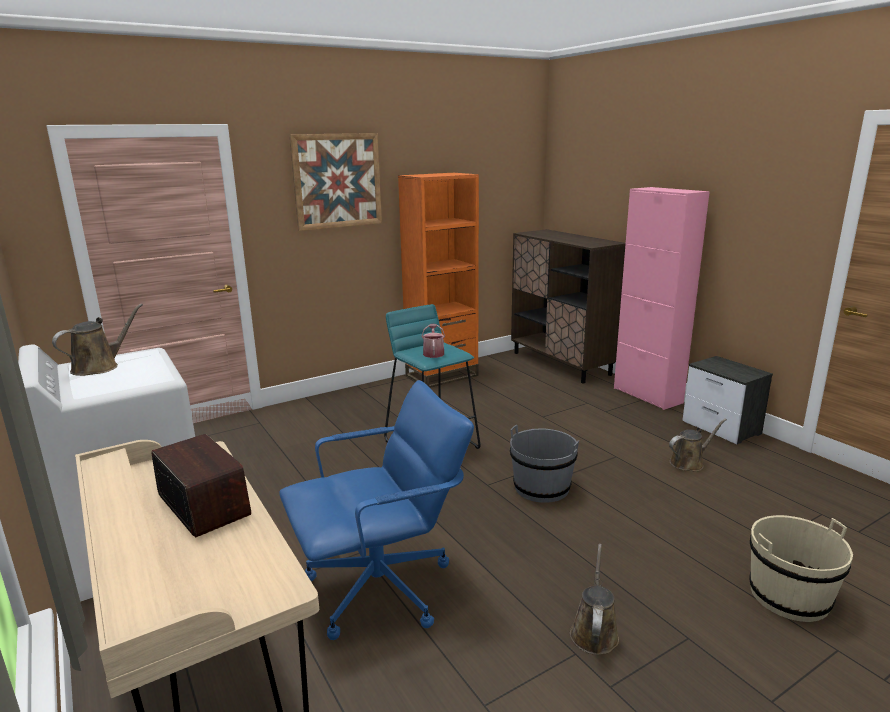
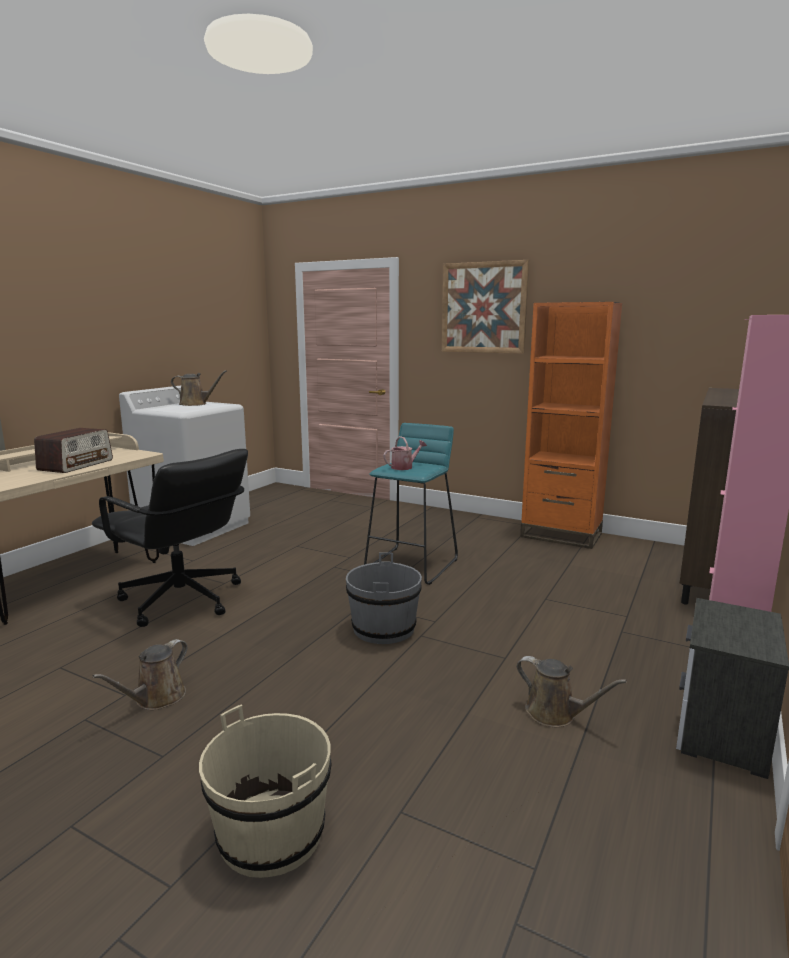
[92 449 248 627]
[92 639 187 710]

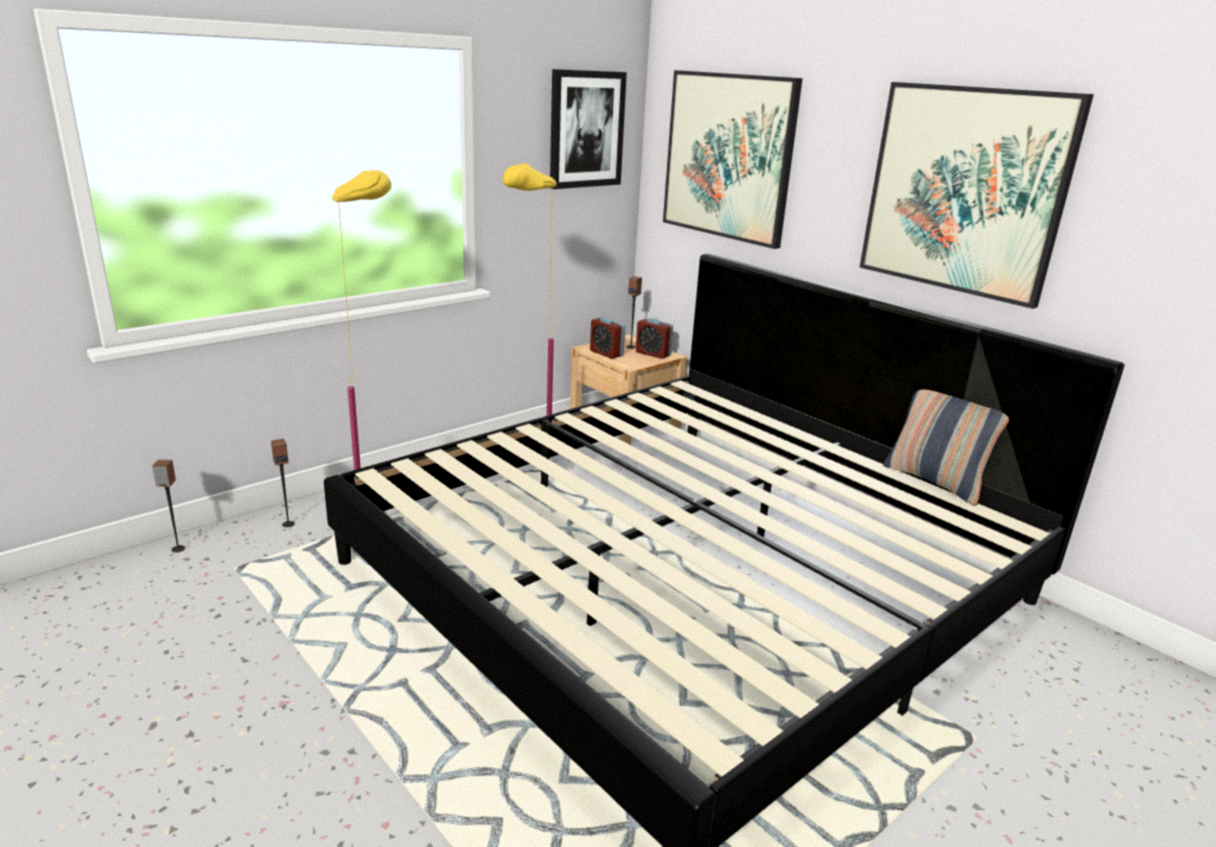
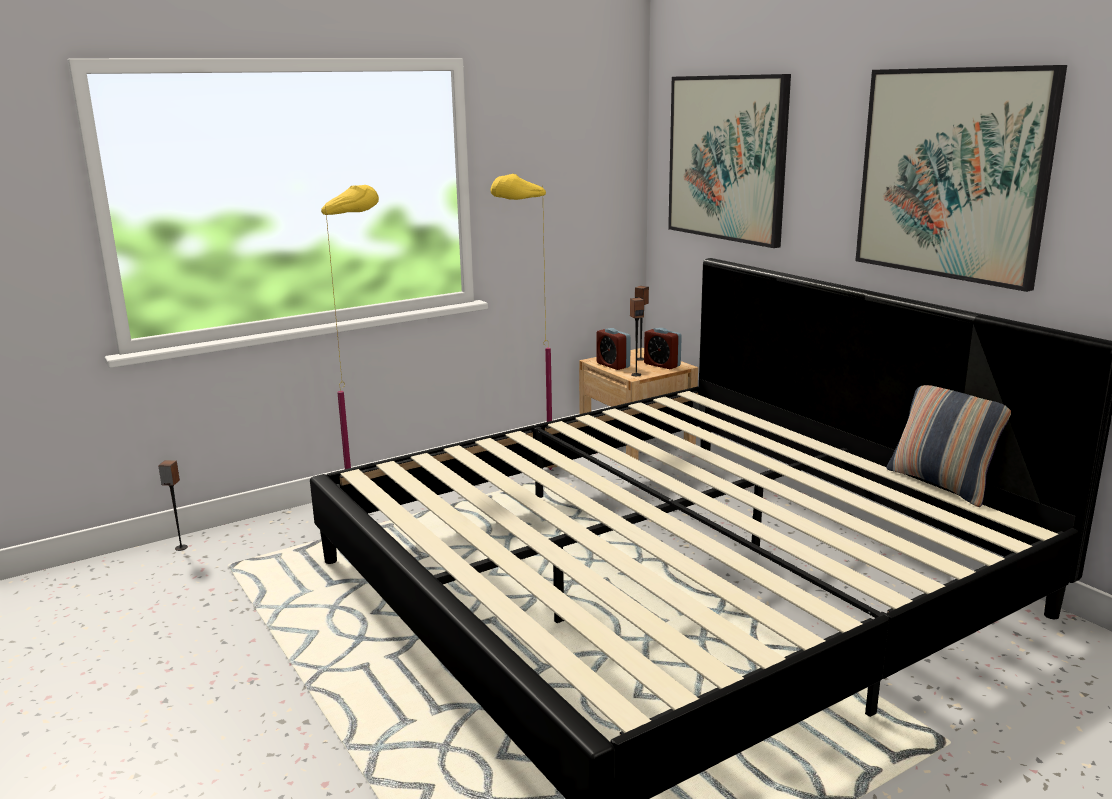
[630 298 644 376]
[550 69 627 189] (first image)

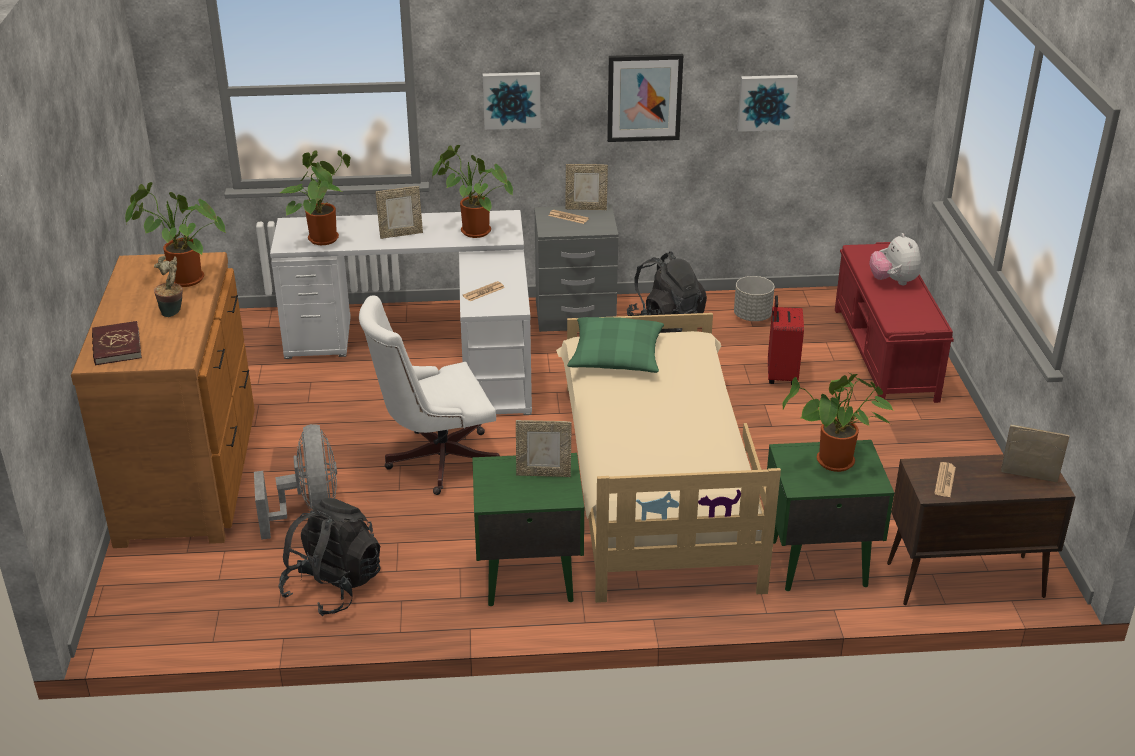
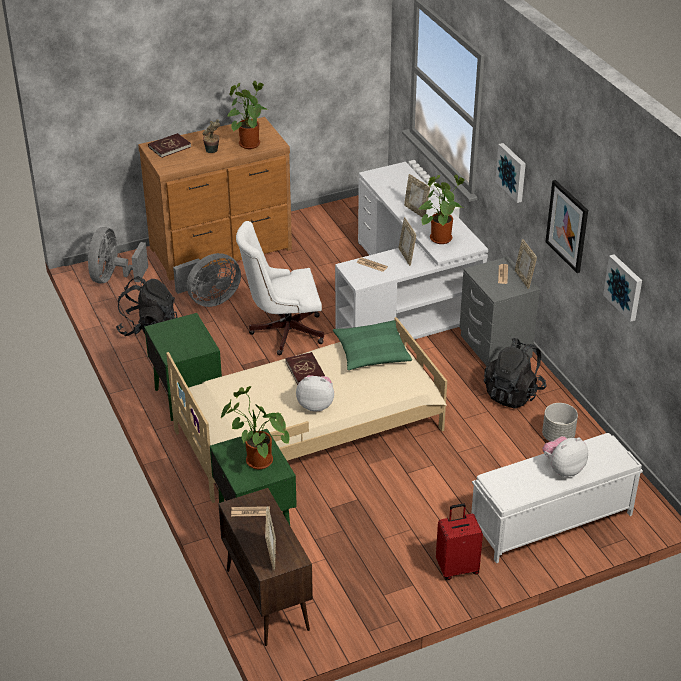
[280 150 351 245] (first image)
[236 221 324 355]
[399 217 416 266]
[436 504 483 580]
[471 433 643 563]
[88 227 148 283]
[285 352 325 385]
[296 375 334 412]

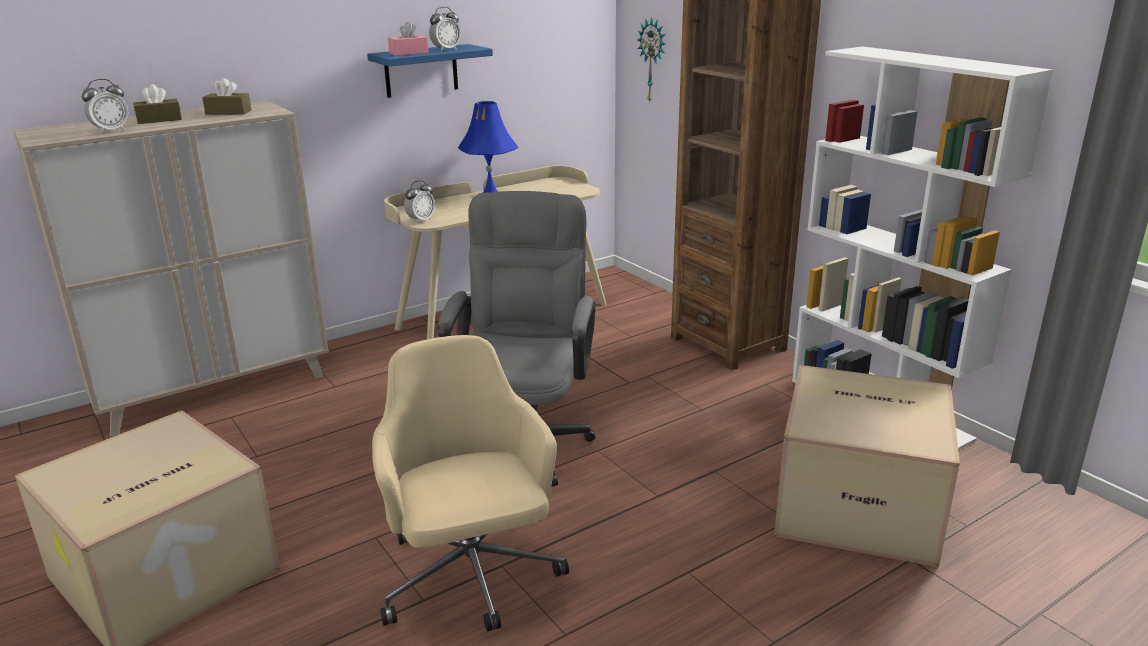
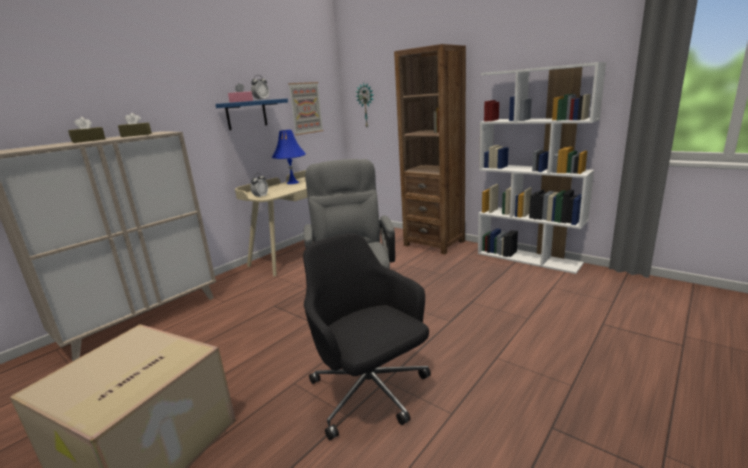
[82 79 129 134] (first image)
[303 233 431 440]
[774 365 960 567] (first image)
[288 82 323 135]

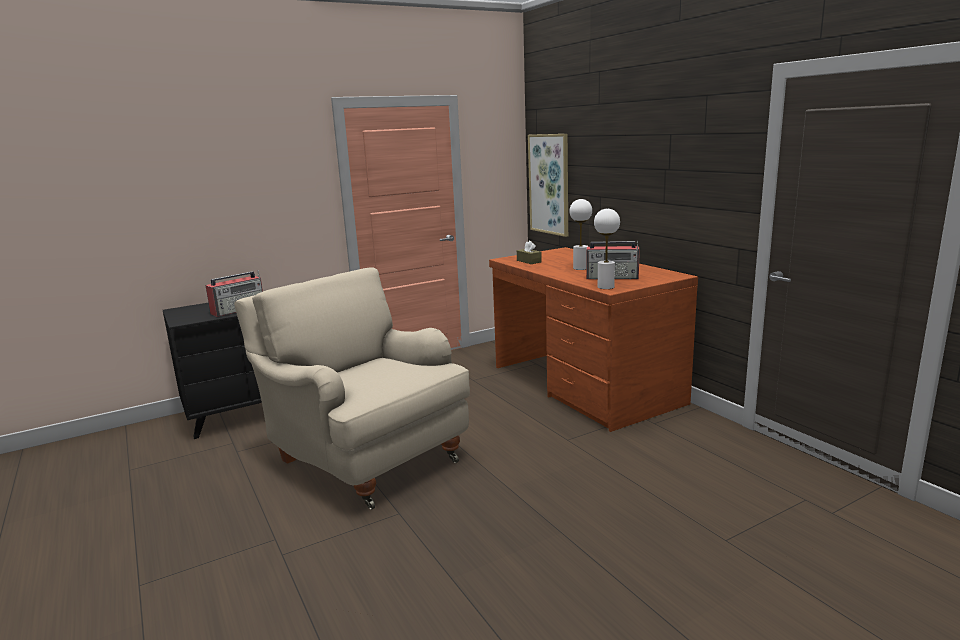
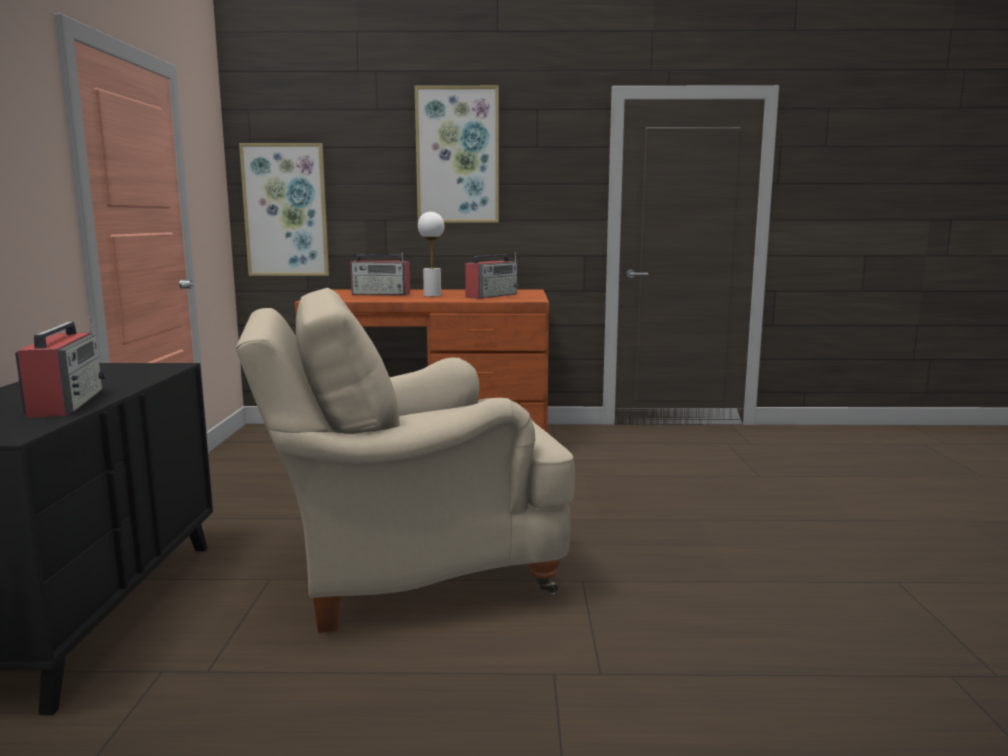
[517 240 542 264] (first image)
[594 209 620 289] (first image)
[350 252 410 296]
[415 85 499 223]

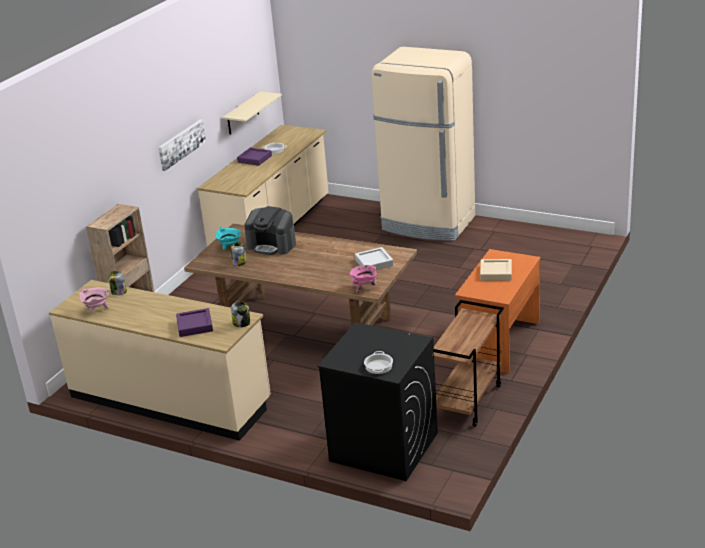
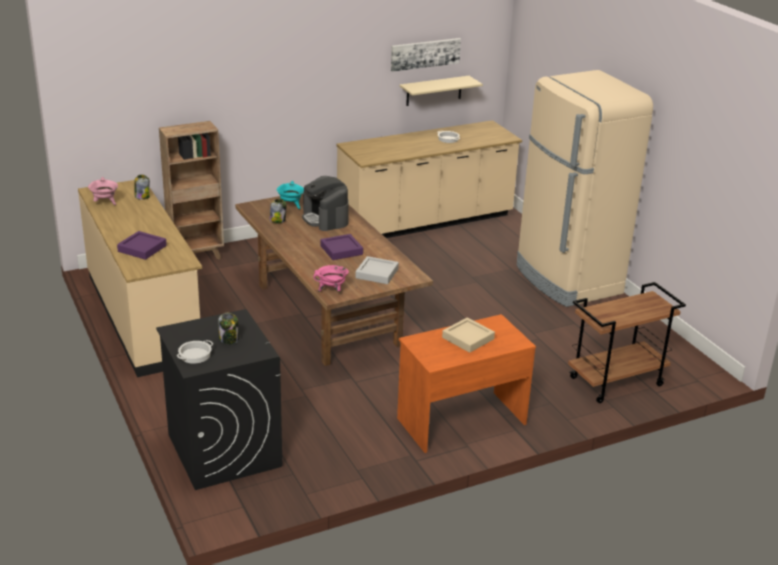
[391 38 461 72]
[218 313 239 344]
[320 234 363 260]
[568 282 686 403]

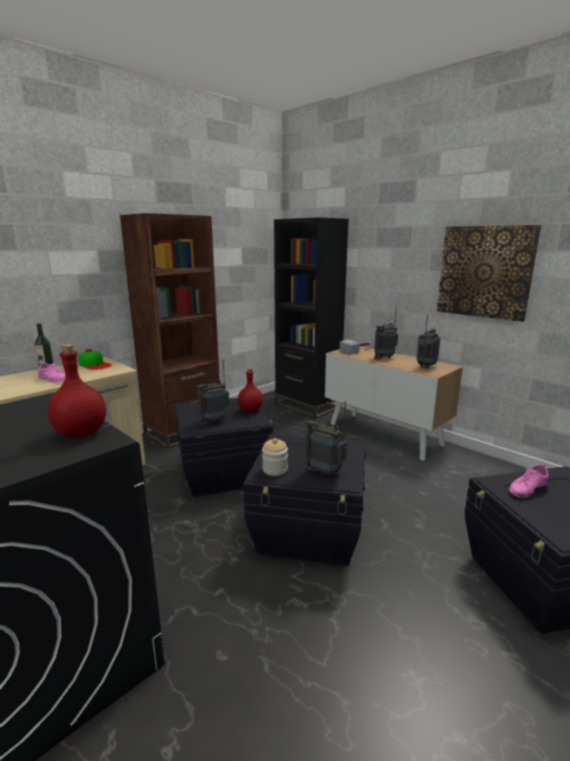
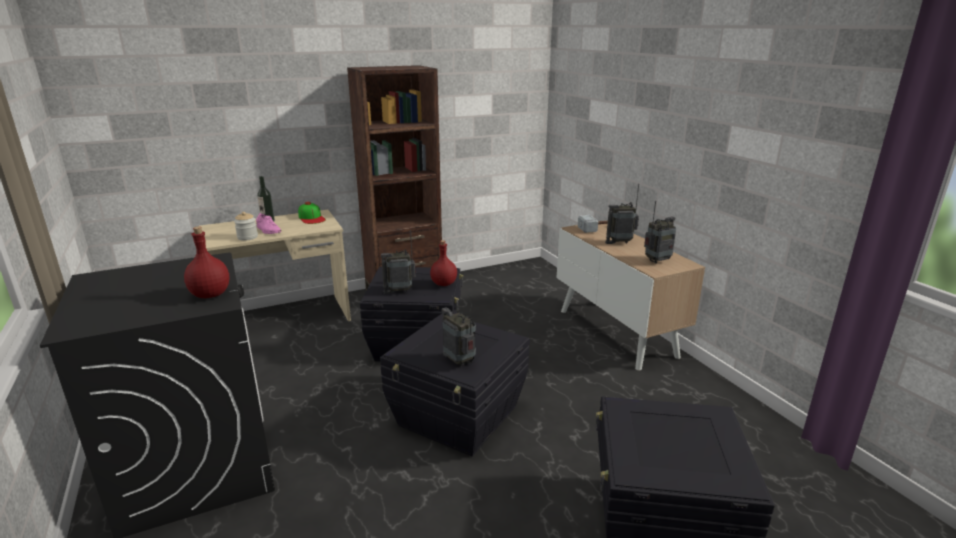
[234 212 258 241]
[274 217 349 419] (first image)
[437 225 541 322] (first image)
[509 464 548 498] (first image)

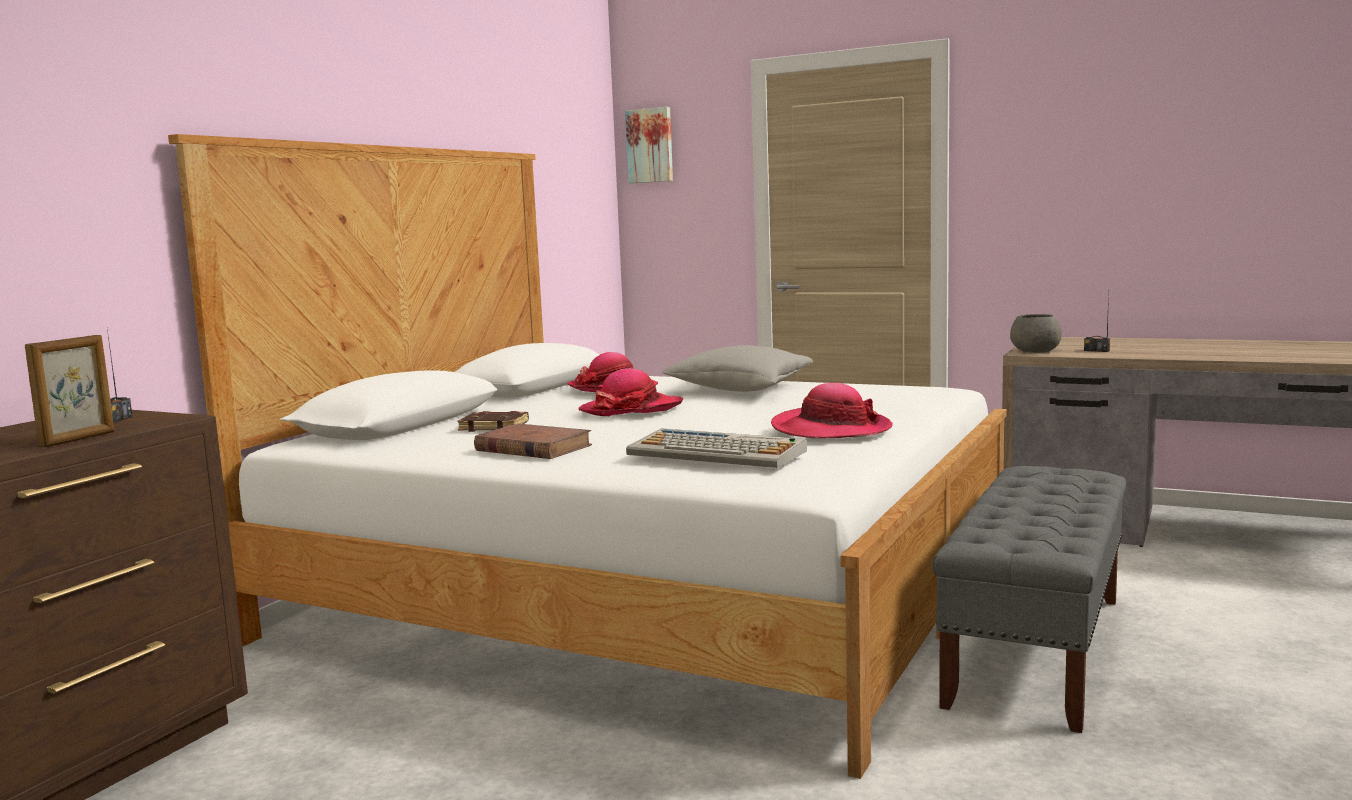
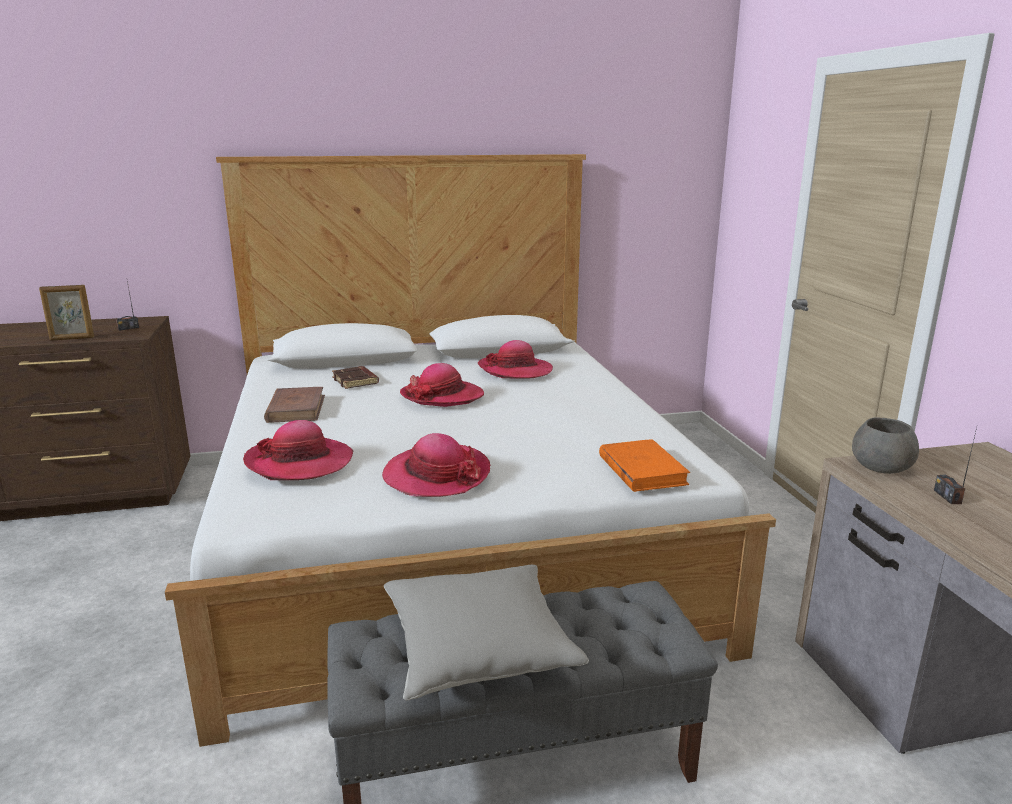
[625 107 673 183] (first image)
[243 420 353 480]
[384 565 589 700]
[599 439 690 492]

